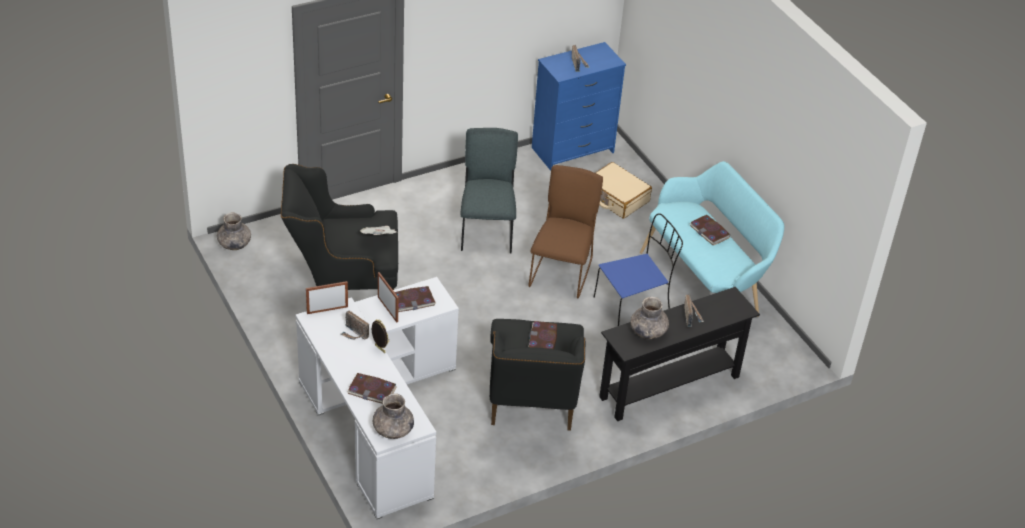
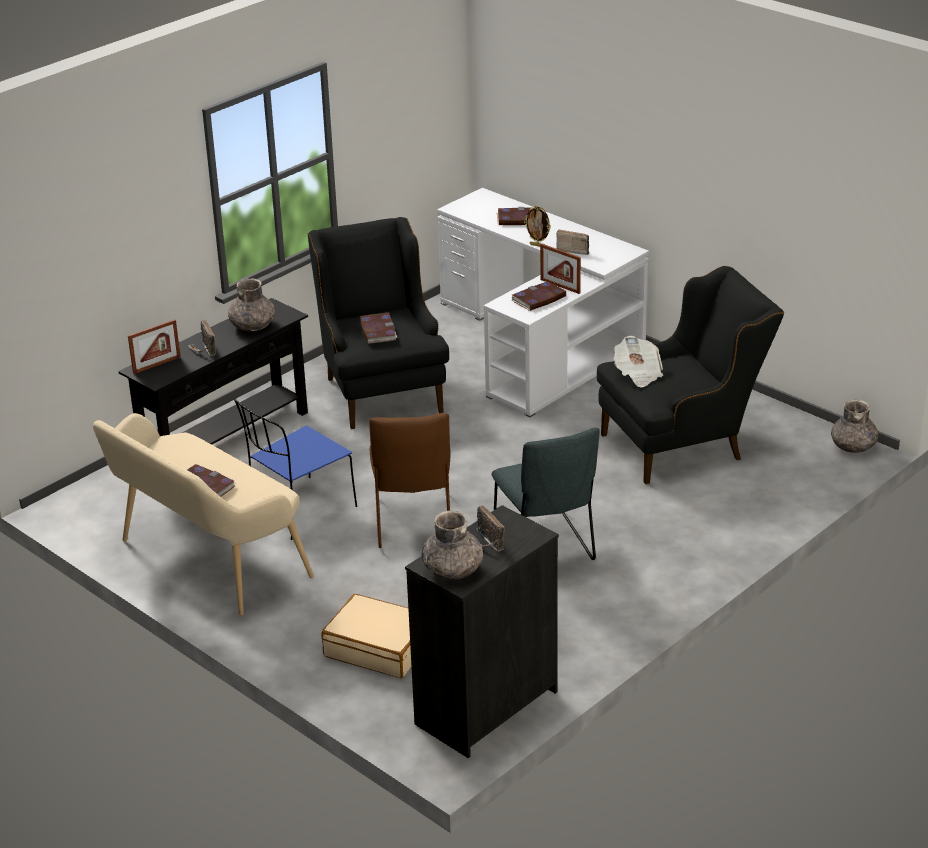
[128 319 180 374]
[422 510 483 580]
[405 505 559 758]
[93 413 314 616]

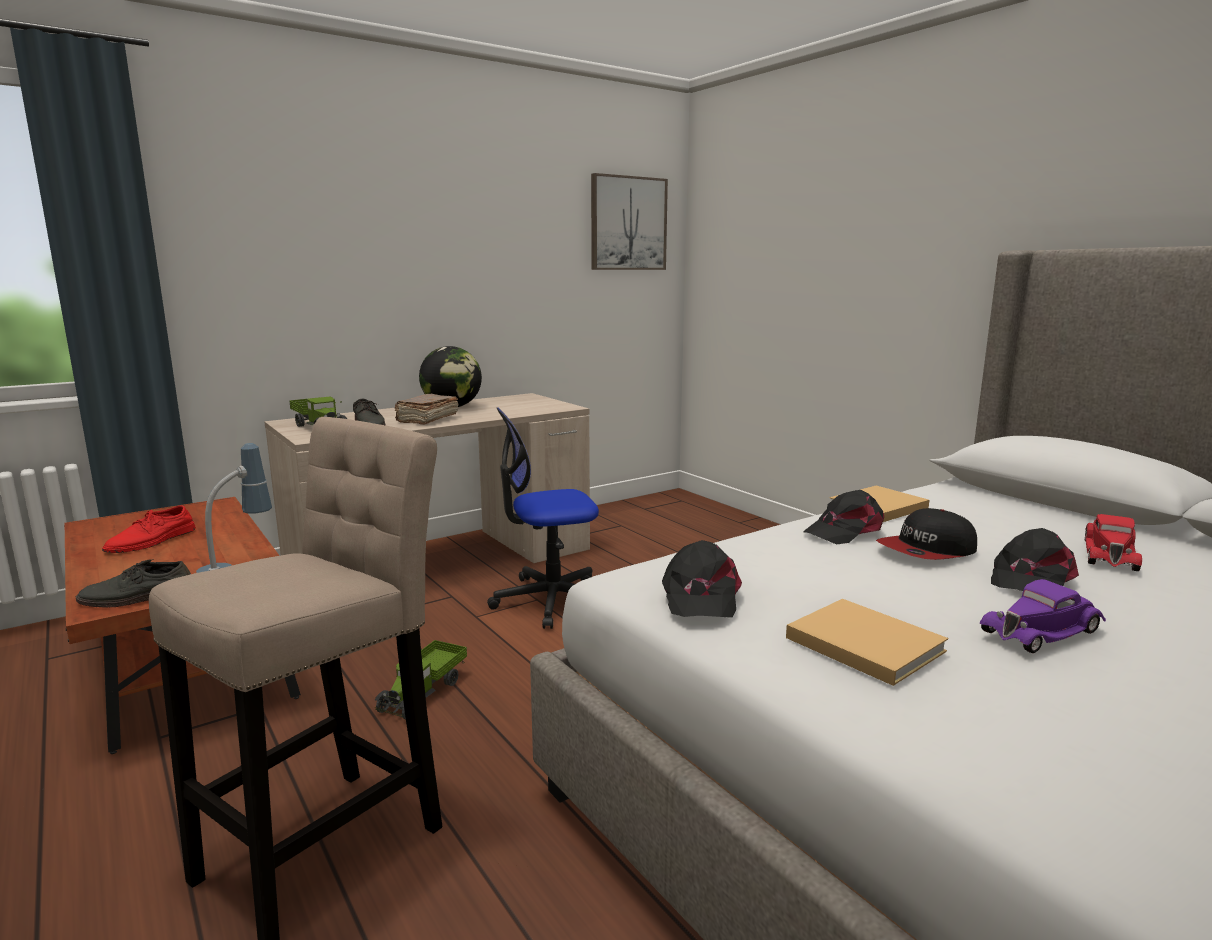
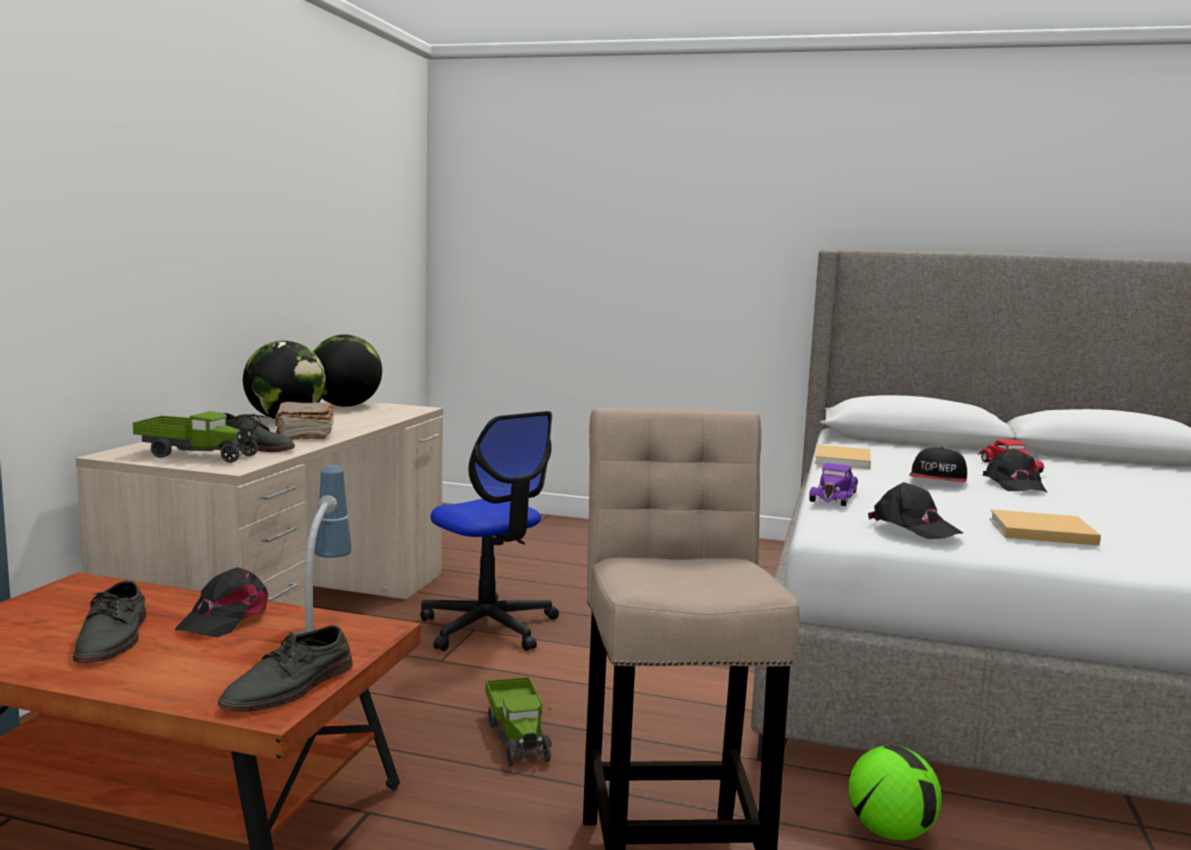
[73 581 146 663]
[420 411 559 651]
[591 173 668 270] (first image)
[174 567 268 637]
[809 463 858 506]
[313 334 382 407]
[849 745 942 840]

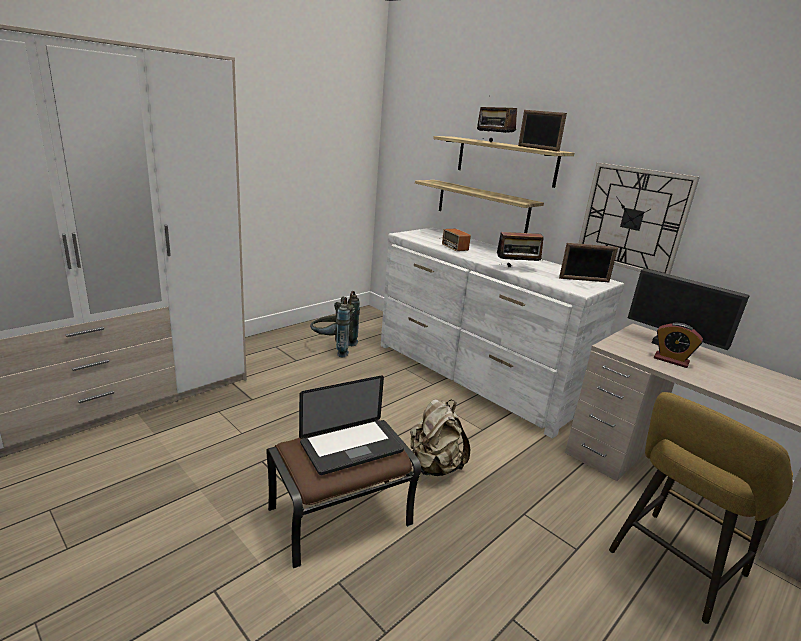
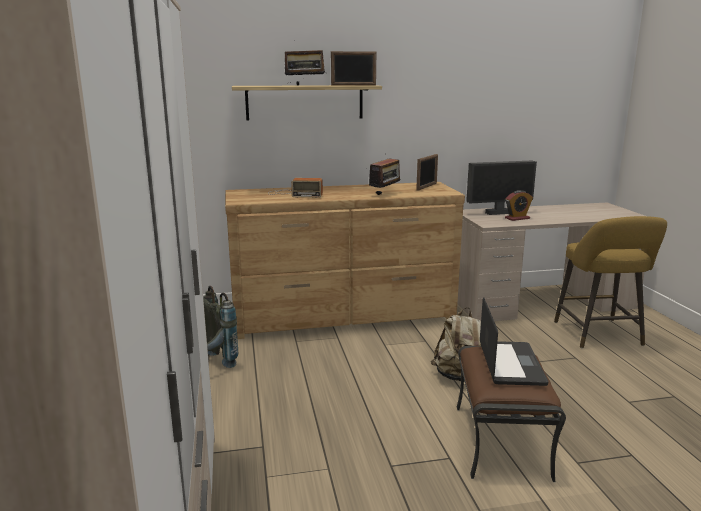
[225 182 465 339]
[415 180 544 233] (first image)
[578 163 700 275] (first image)

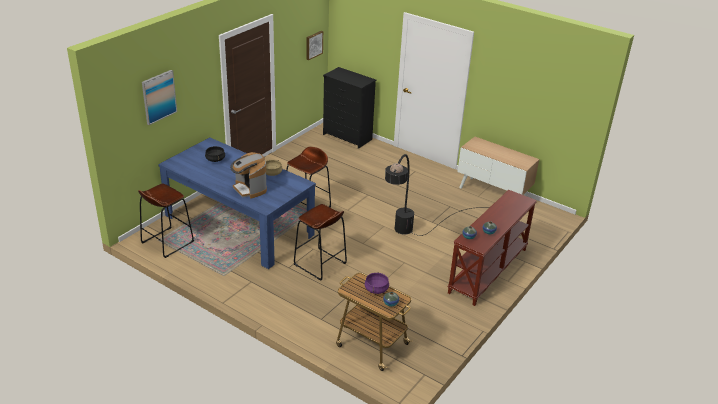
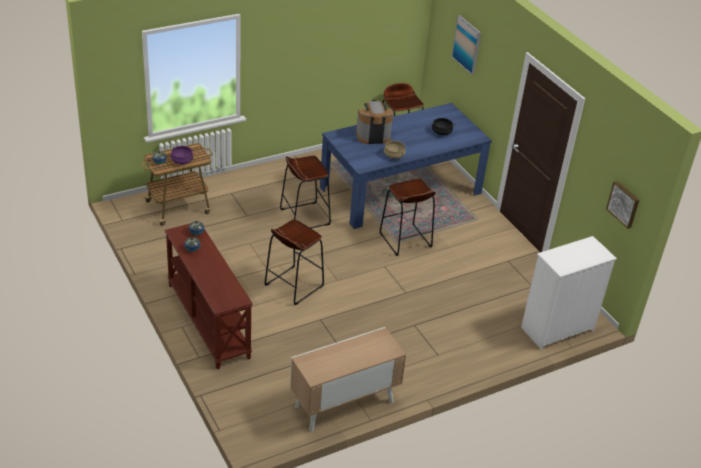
[521 236 617 350]
[265 219 324 305]

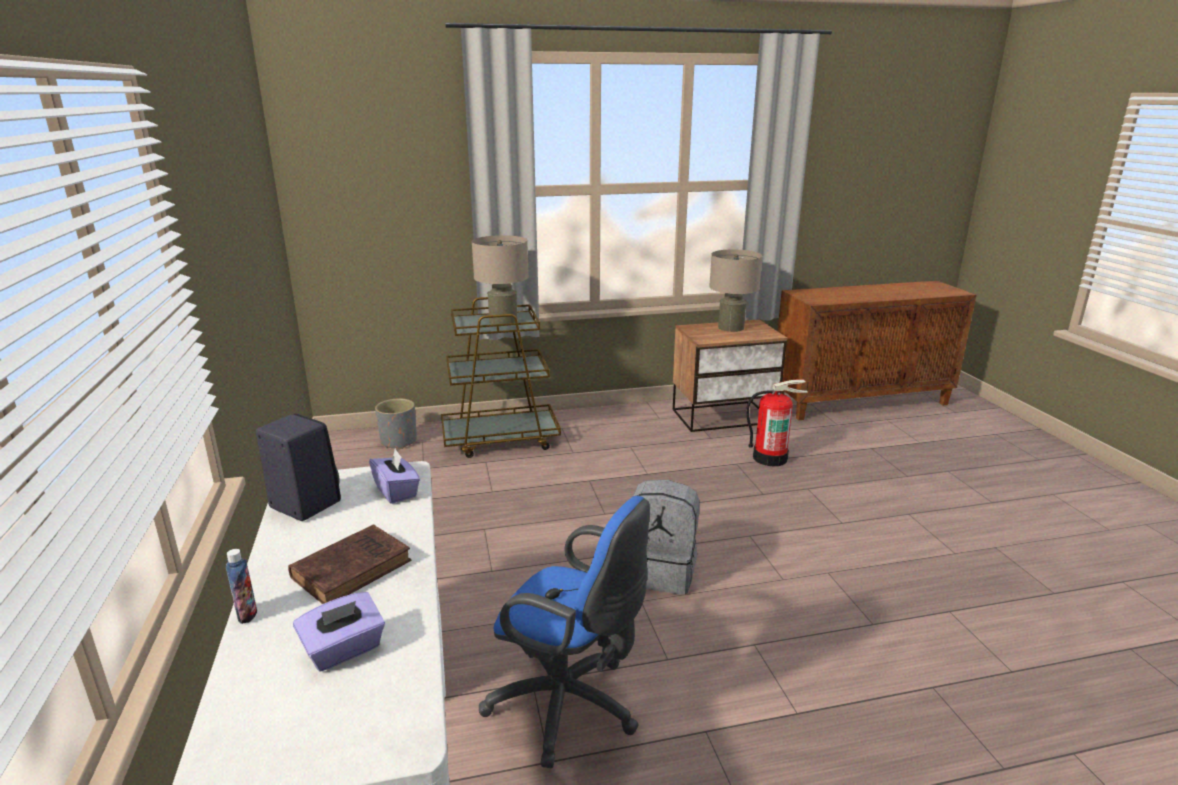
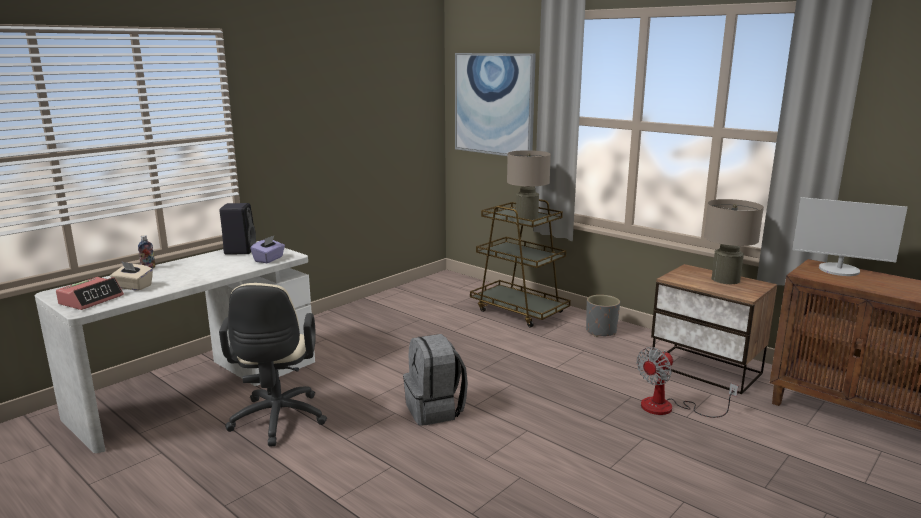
[288 524 411 604] (first image)
[110 261 153 291]
[586 295 620 337]
[219 283 327 447]
[636 347 738 418]
[56 277 124 310]
[455 53 536 156]
[792 197 908 276]

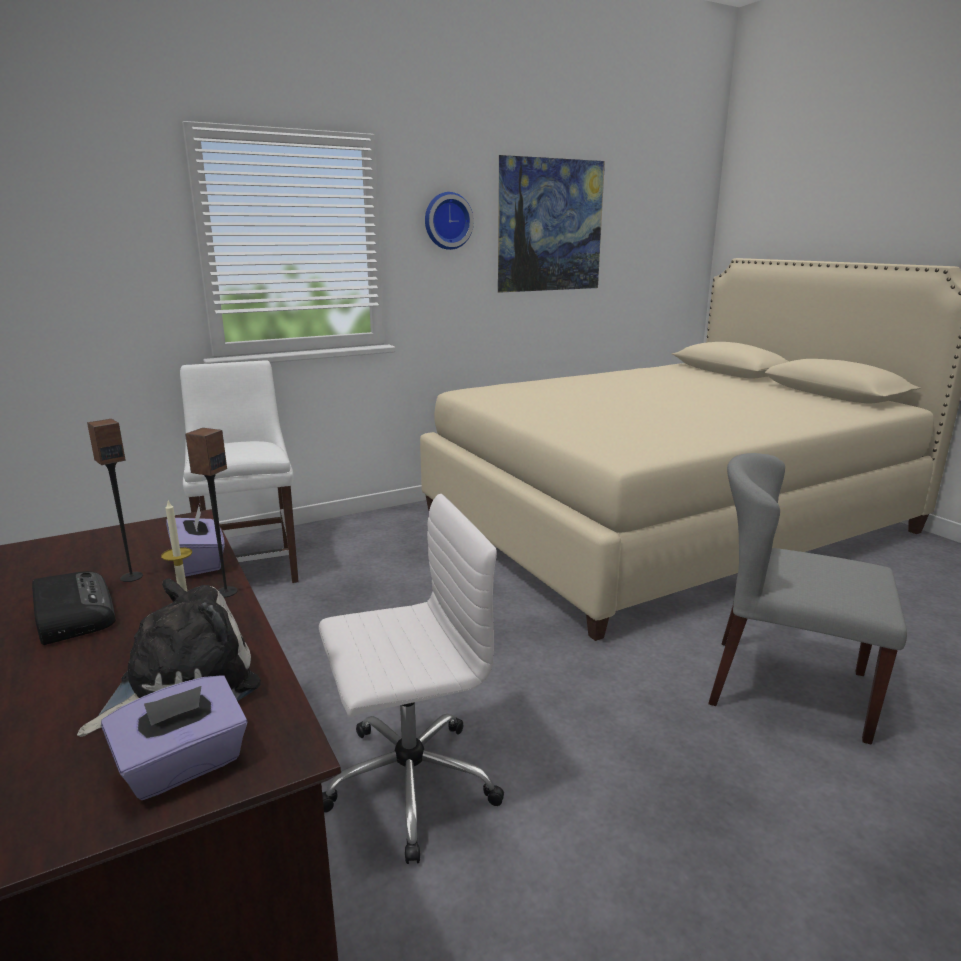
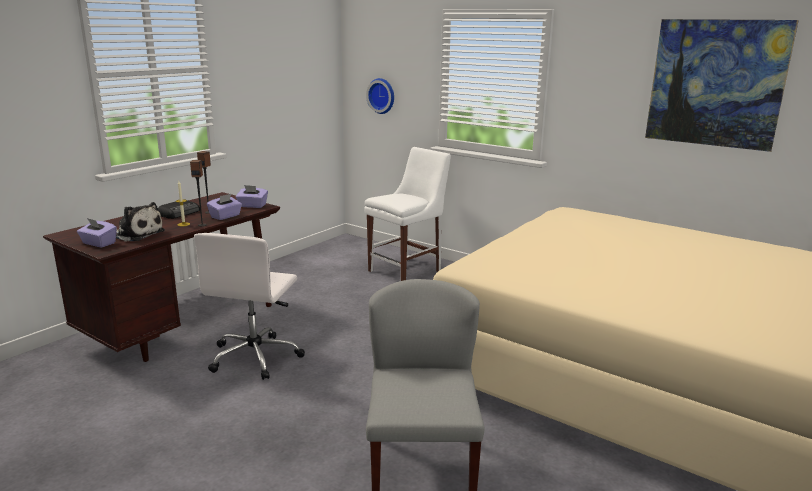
[194 233 305 380]
[366 78 394 114]
[236 185 268 208]

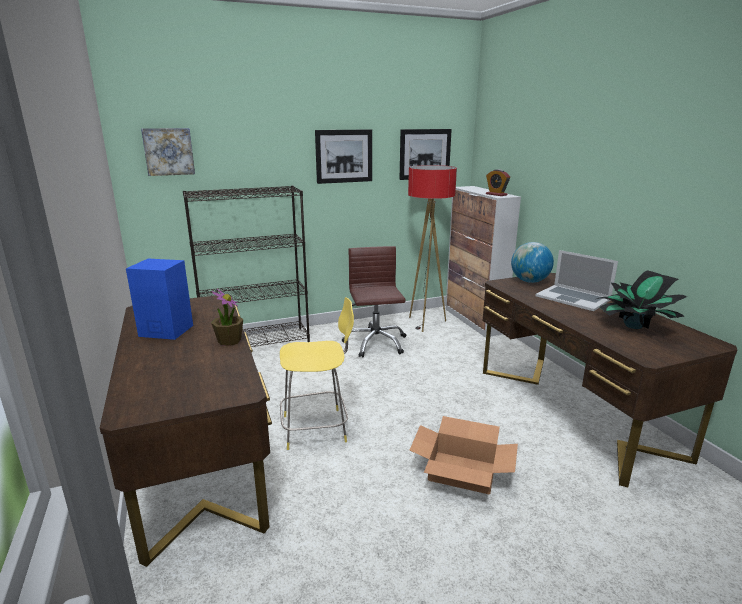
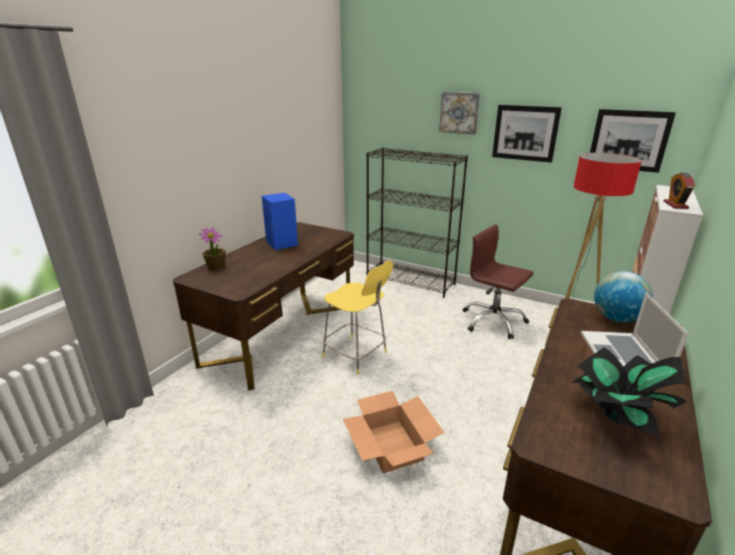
[439 92 480 135]
[199 227 226 270]
[463 224 533 339]

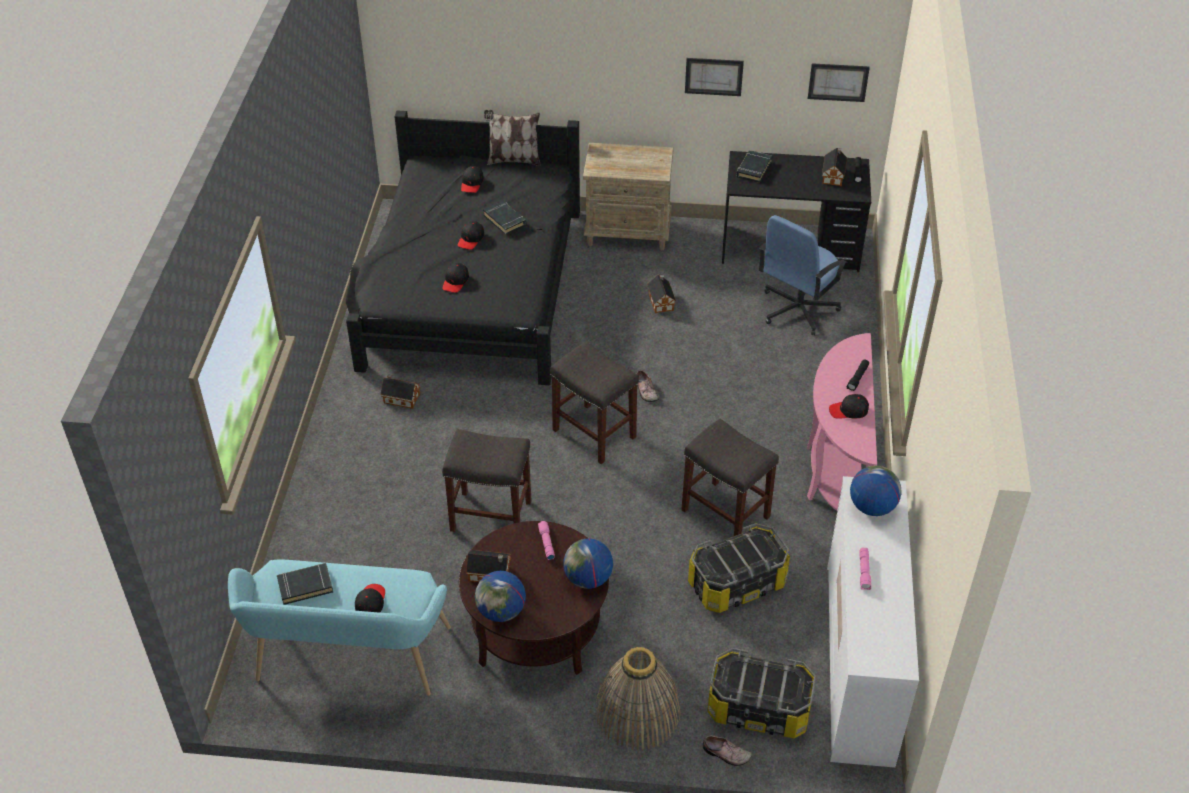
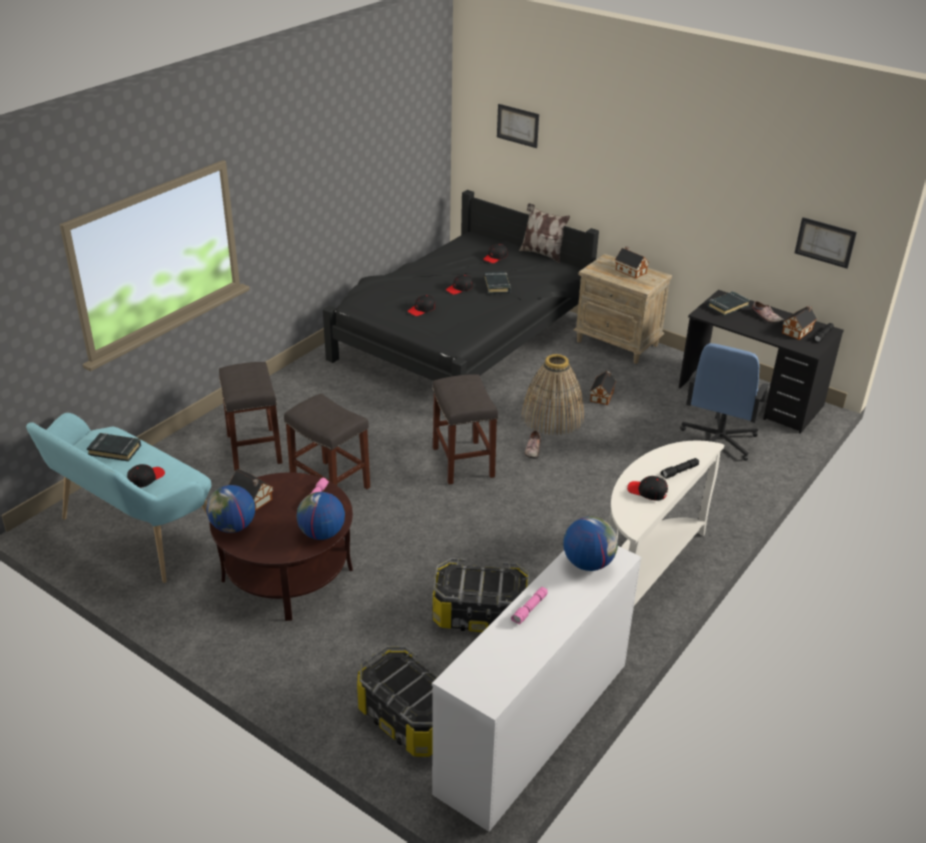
[615 246 649 279]
[521 354 584 435]
[219 362 282 471]
[497 104 539 148]
[751 301 784 324]
[680 343 770 461]
[609 441 724 606]

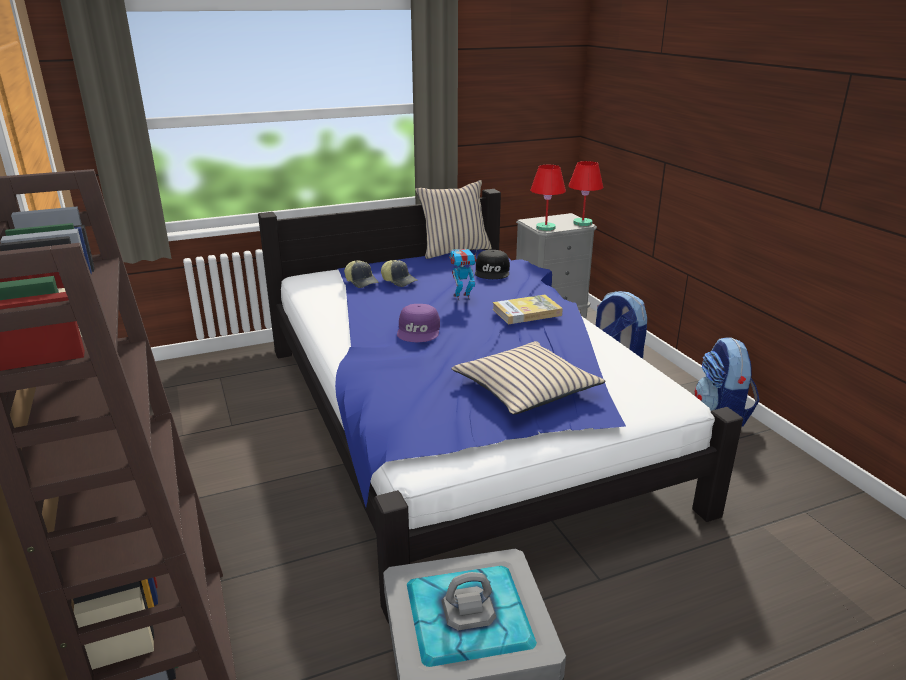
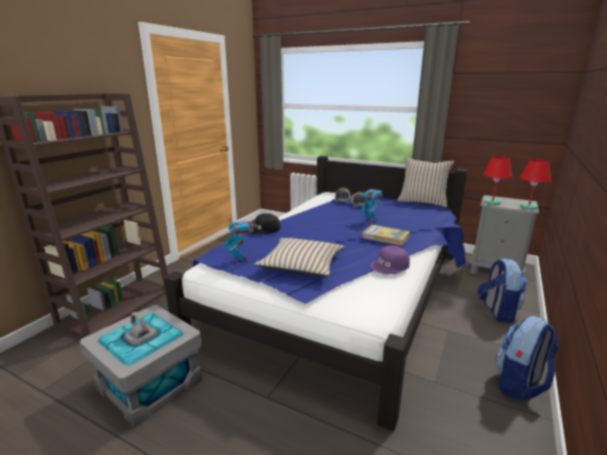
[370 245 410 274]
[250 213 280 235]
[224 217 254 262]

